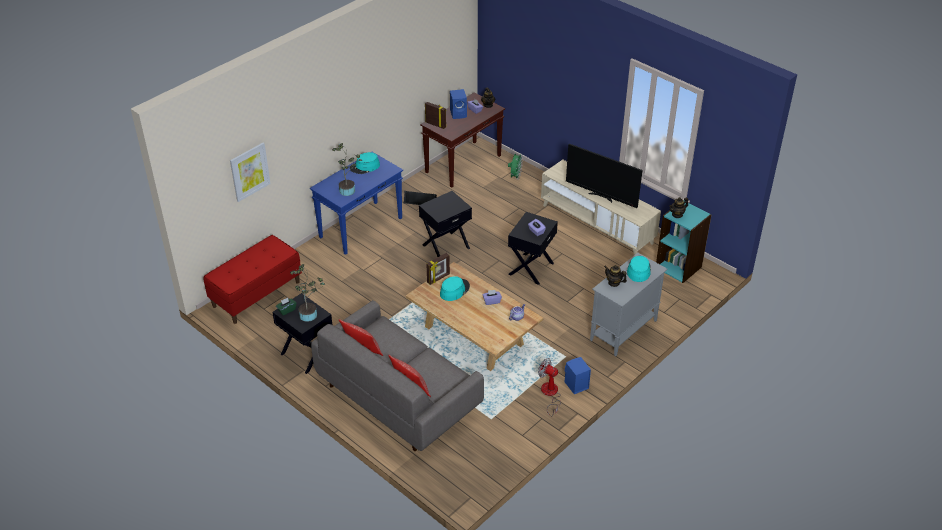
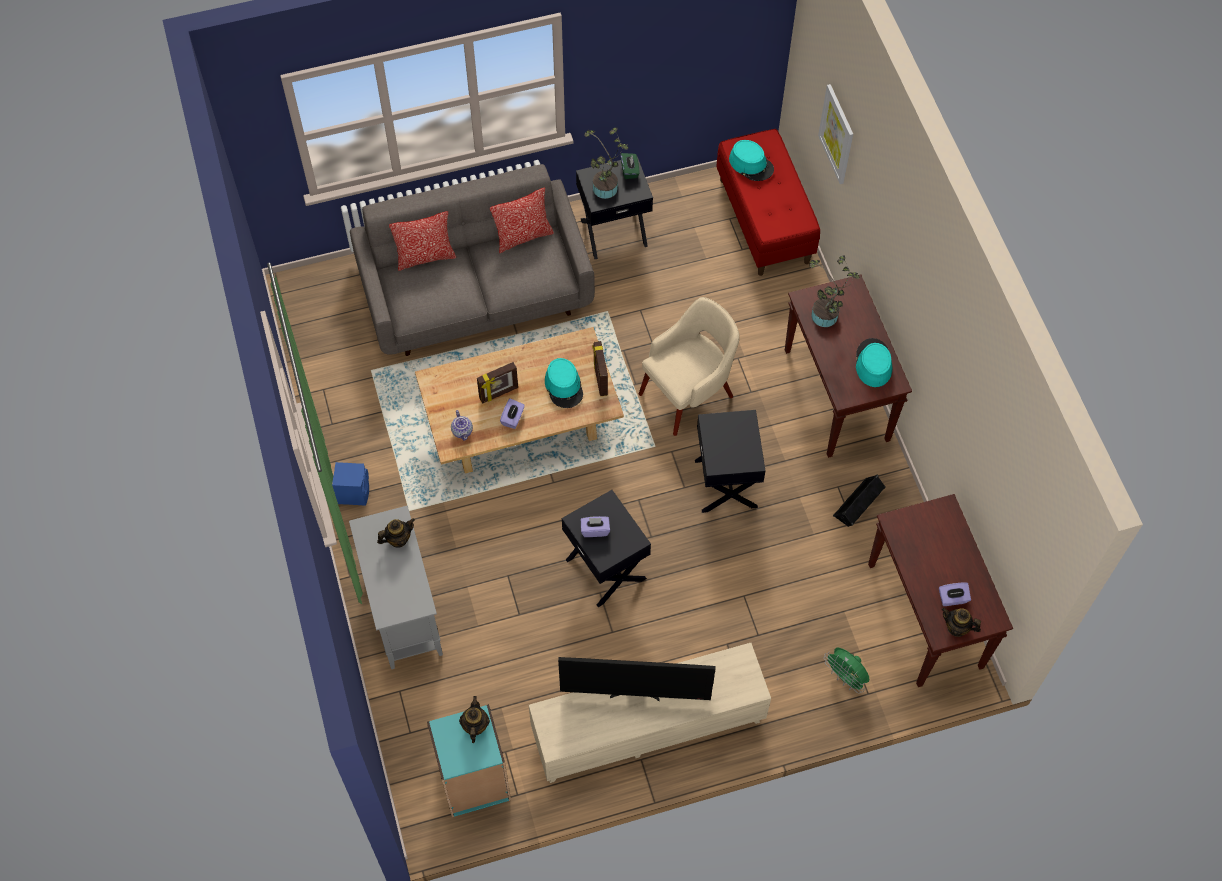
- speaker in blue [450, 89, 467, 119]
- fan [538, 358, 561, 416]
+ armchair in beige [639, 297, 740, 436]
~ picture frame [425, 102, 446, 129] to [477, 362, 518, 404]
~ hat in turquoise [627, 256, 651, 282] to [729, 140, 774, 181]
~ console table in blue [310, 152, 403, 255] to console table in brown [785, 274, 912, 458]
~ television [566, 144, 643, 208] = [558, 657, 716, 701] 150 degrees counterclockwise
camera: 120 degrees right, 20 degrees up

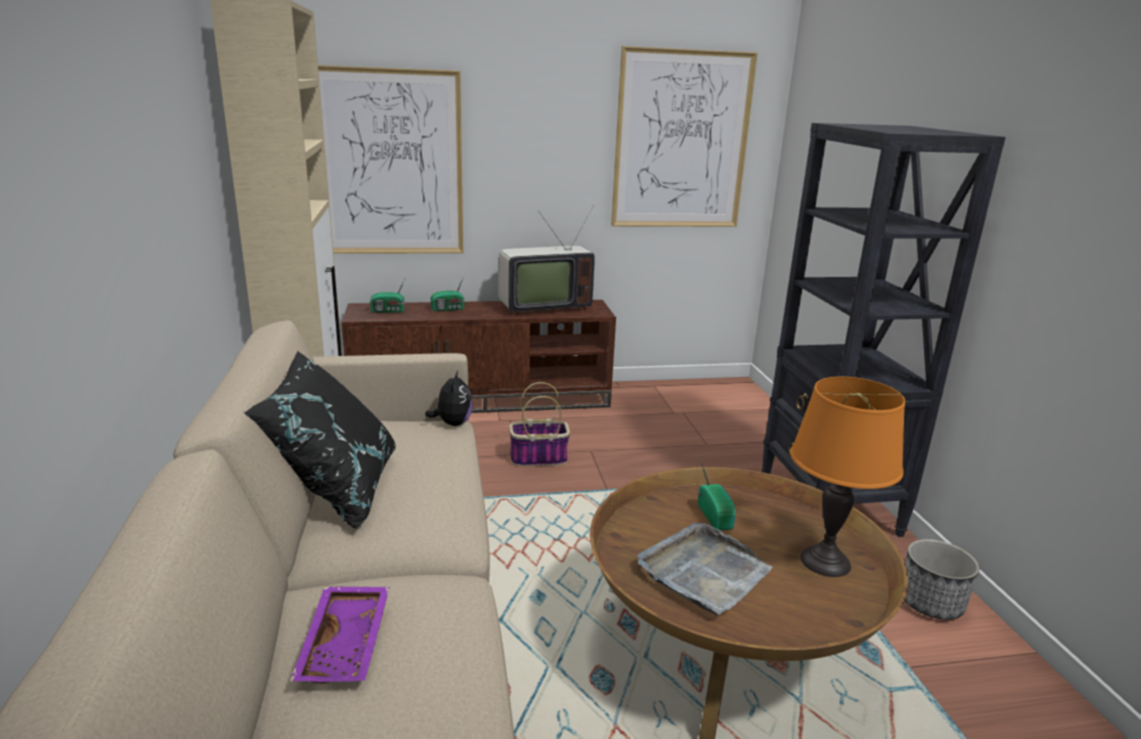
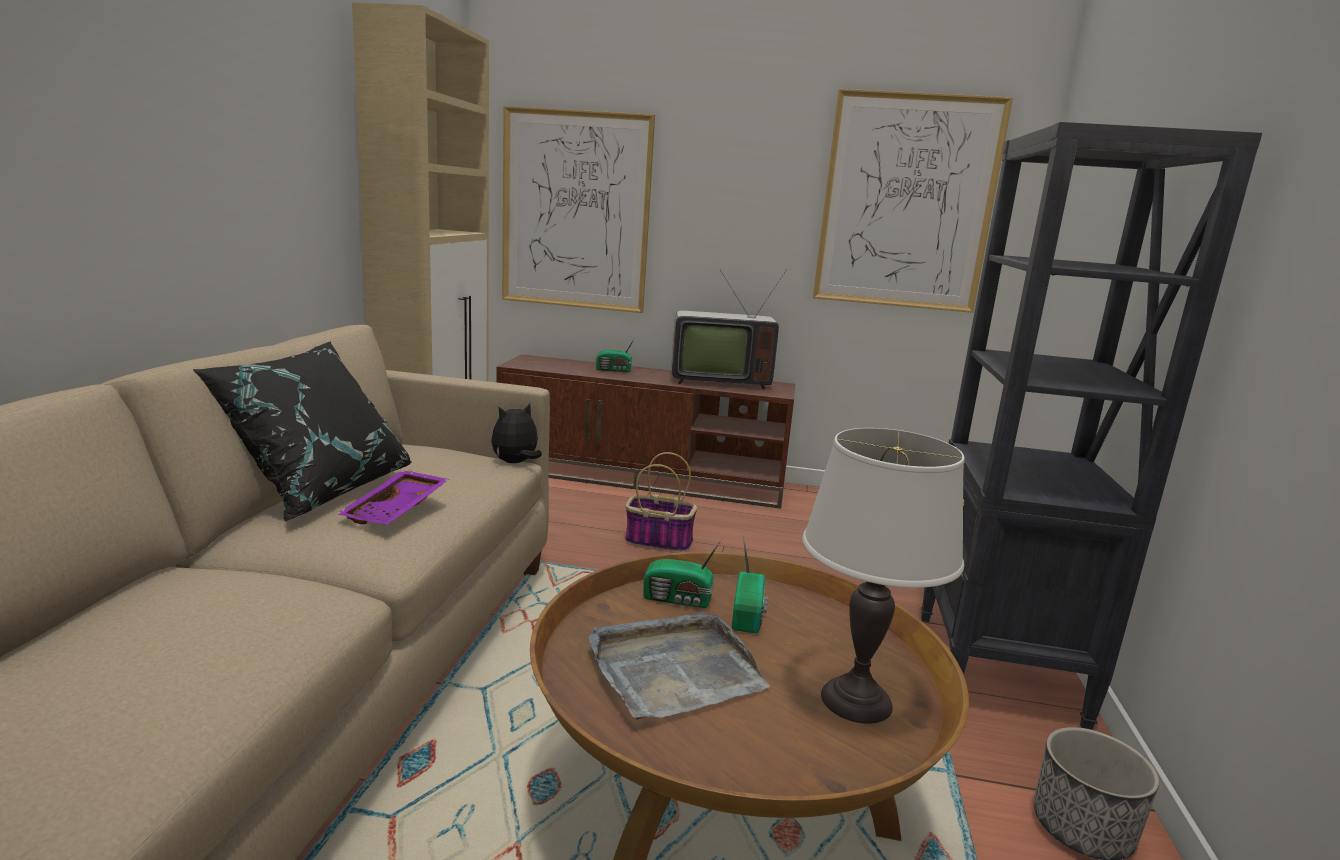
~ tray in purple [290, 587, 389, 683] to [337, 470, 449, 524]
~ radio [370, 279, 405, 313] to [643, 539, 722, 608]
~ table lamp in orange [790, 377, 905, 577] to table lamp in white [802, 428, 965, 724]
~ plush toy [425, 370, 473, 426] = [491, 403, 542, 463] 150 degrees counterclockwise
camera: 20 degrees right, 5 degrees down

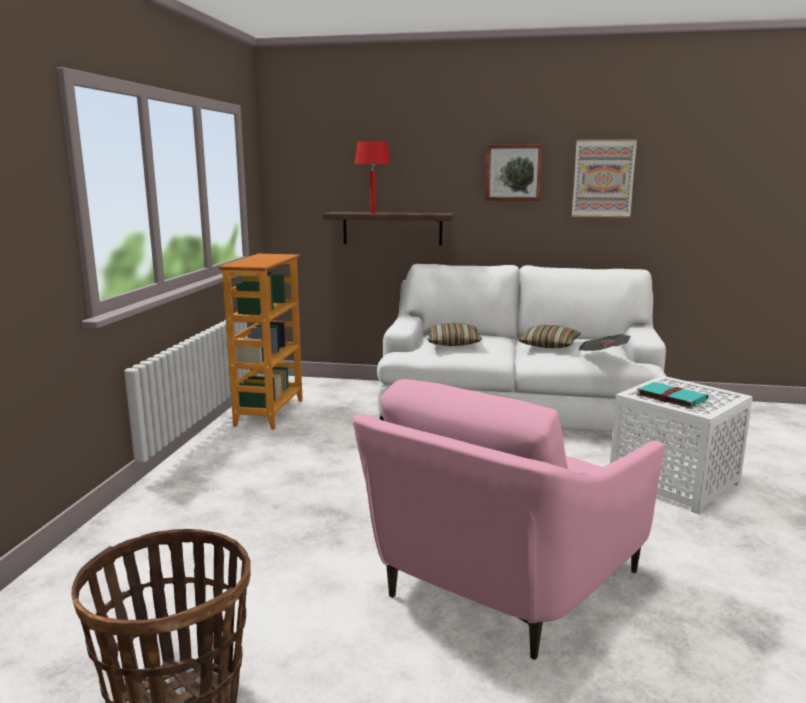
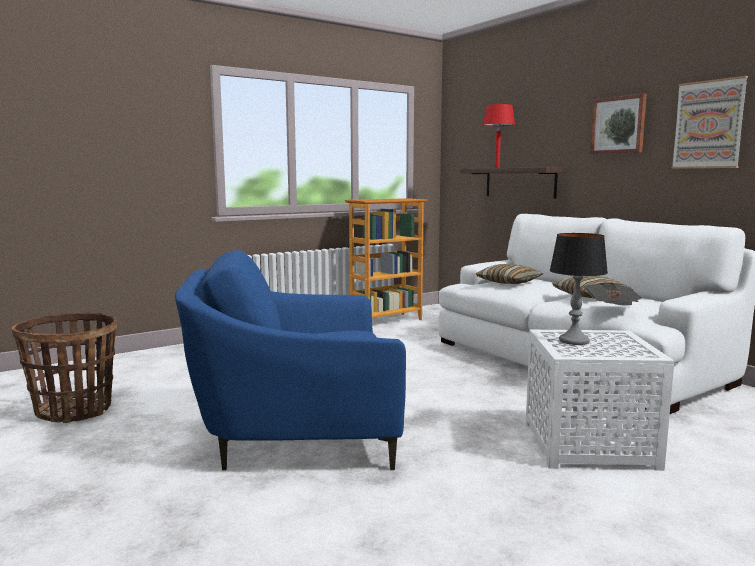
~ book in turquoise [636, 382, 709, 409] to table lamp [550, 233, 608, 345]
~ armchair in pink [353, 379, 664, 660] to armchair in blue [175, 250, 406, 470]
camera: 45 degrees right, 5 degrees down

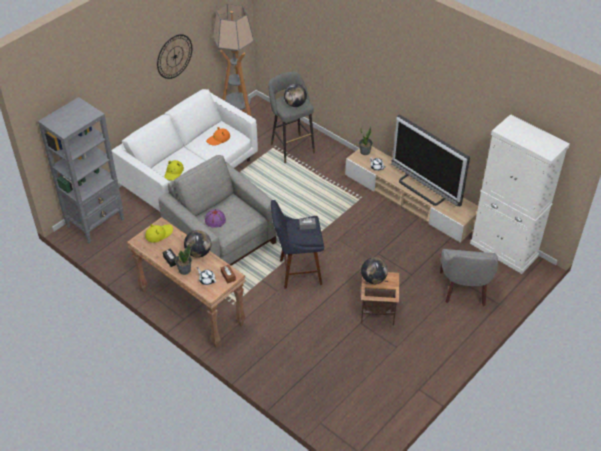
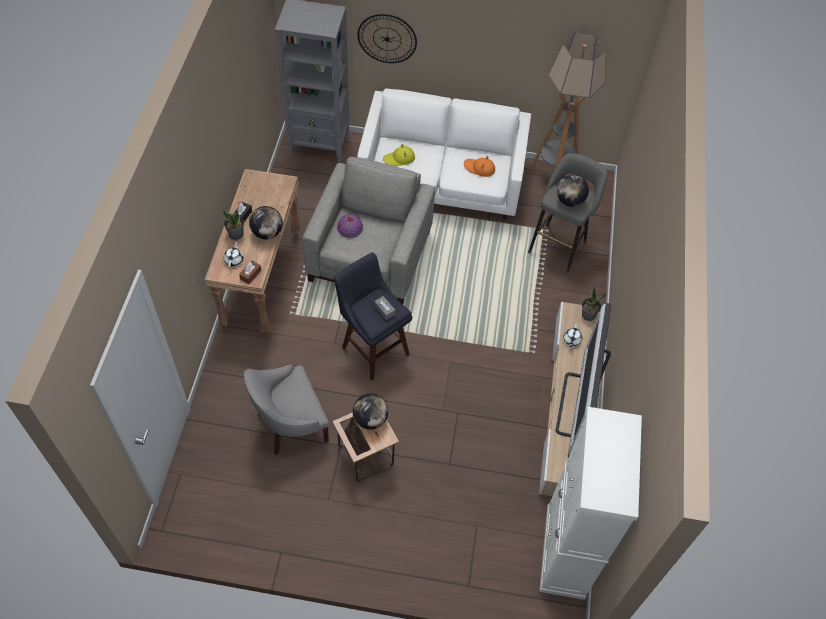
- hat in yellow [145, 224, 173, 243]
~ wall clock [157, 34, 192, 79] to [357, 14, 417, 63]
~ armchair in grey [440, 249, 498, 306] to [244, 364, 329, 455]
camera: 55 degrees right, 10 degrees up

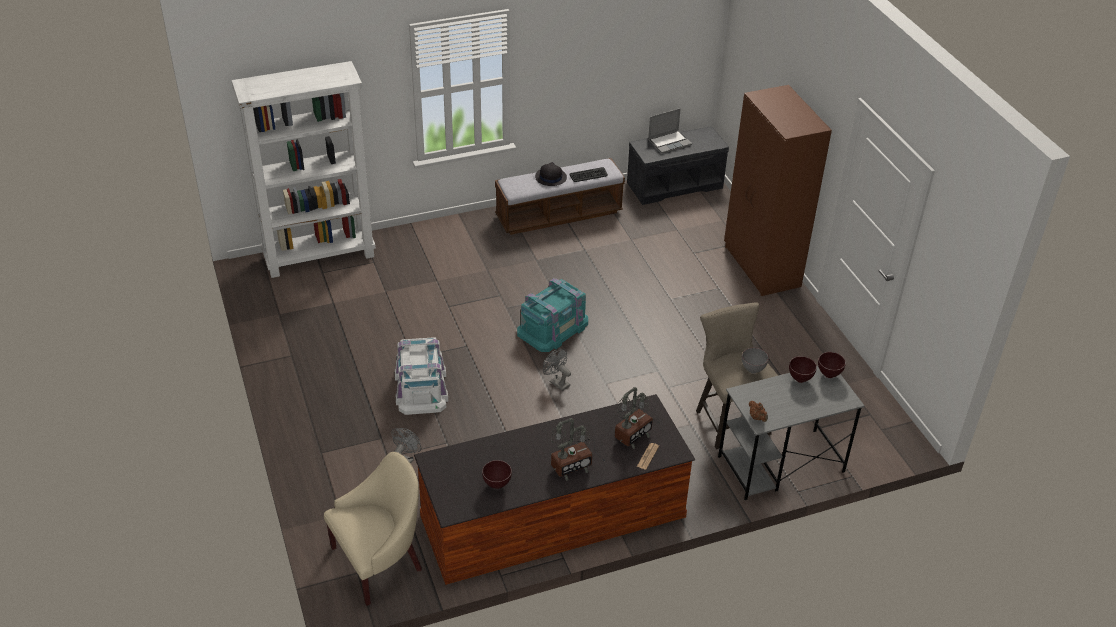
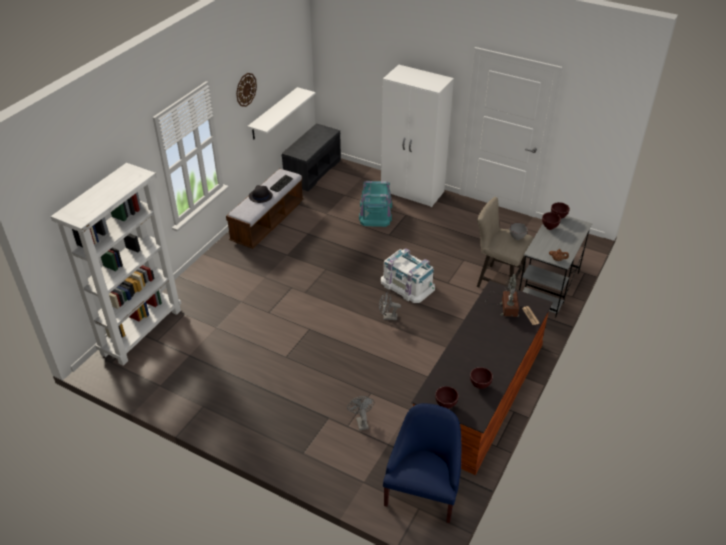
- table lamp [551, 418, 605, 481]
- laptop [648, 108, 692, 154]
+ wall clock [236, 73, 257, 107]
+ shelf in white [247, 87, 316, 139]
+ bowl in brown [435, 386, 459, 409]
~ storage box in white [395, 337, 448, 415] to [381, 248, 435, 303]
~ storage box in turquoise [517, 278, 588, 352] to [359, 181, 392, 227]
~ armchair in beige [324, 452, 422, 606] to armchair in blue [383, 403, 461, 523]
~ wardrobe in brown [724, 85, 832, 296] to wardrobe in white [381, 65, 454, 207]
camera: 40 degrees left, 0 degrees up

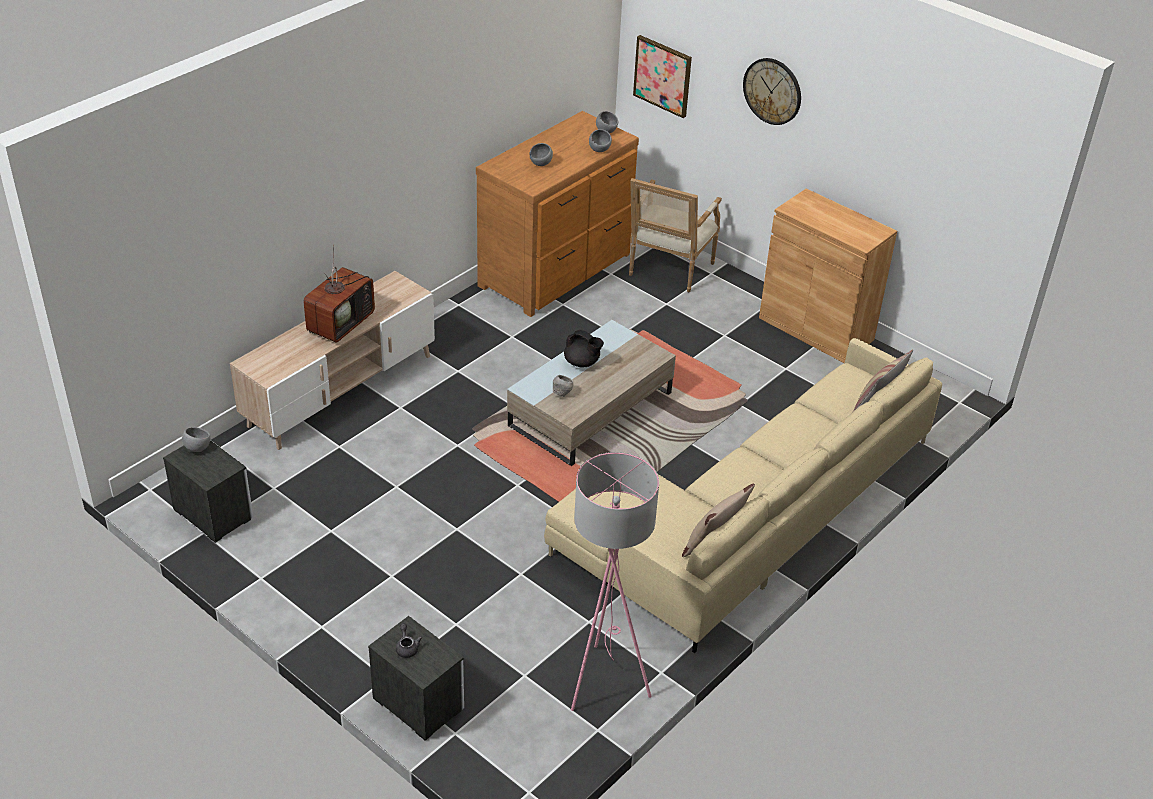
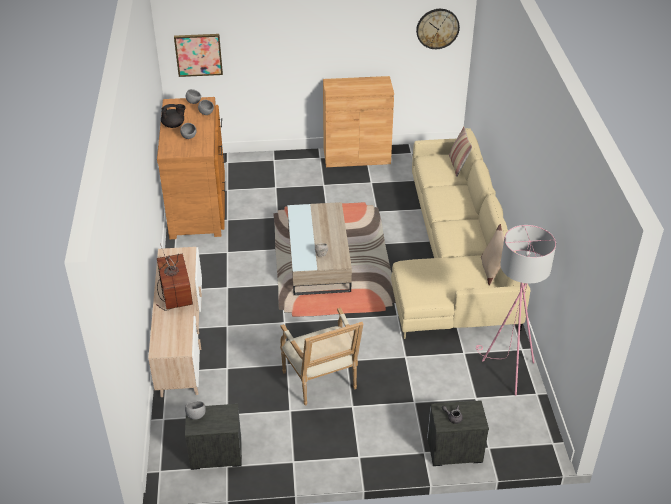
~ teapot in black [564, 330, 604, 367] to [161, 104, 186, 128]
~ armchair [629, 178, 722, 292] to [280, 308, 363, 405]
~ wall clock [743, 58, 801, 125] to [416, 9, 460, 49]
camera: 45 degrees left, 0 degrees up

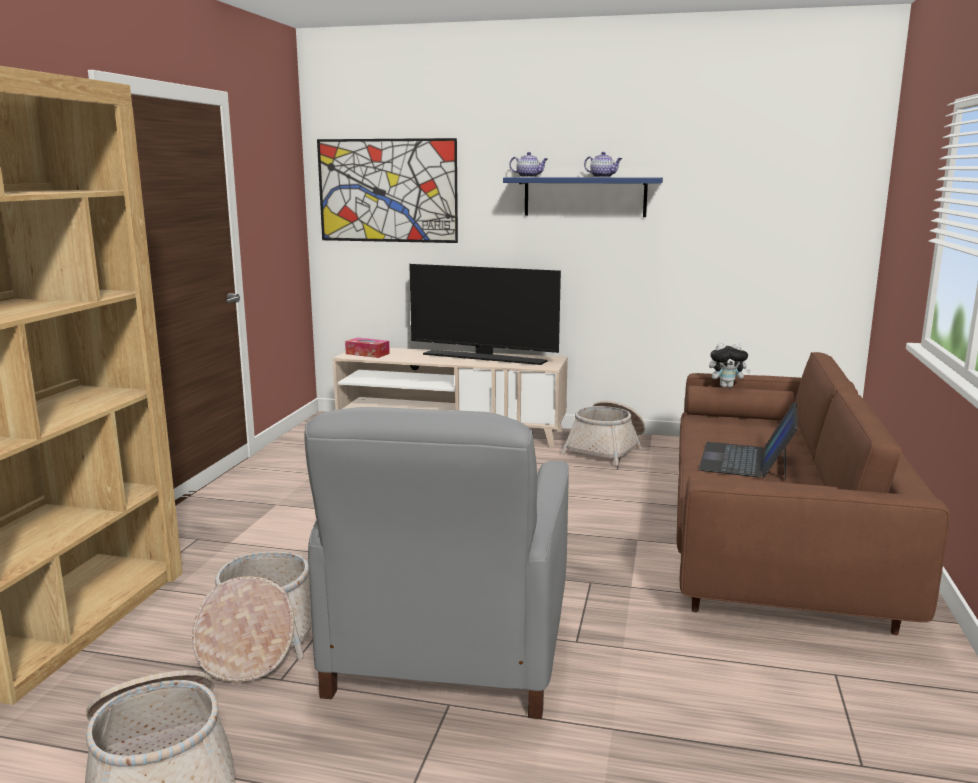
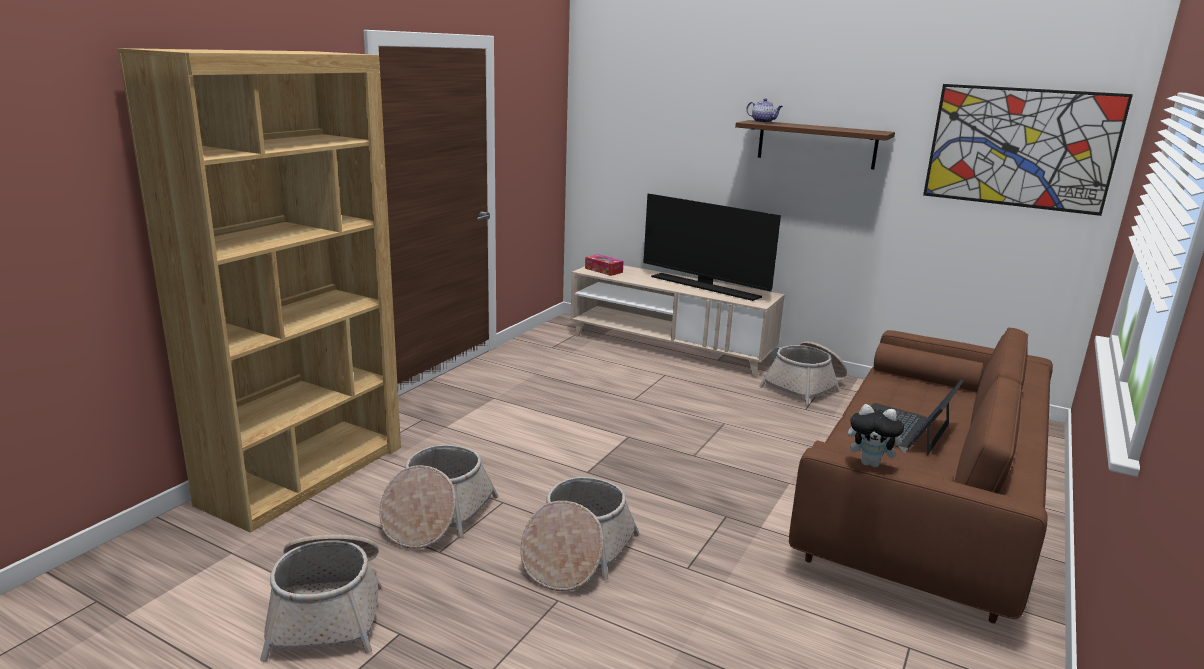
- teapot [584, 152, 622, 177]
~ picture [317, 138, 458, 243] to [923, 84, 1133, 216]
~ plush toy [709, 342, 751, 388] to [848, 404, 908, 467]
~ armchair in grey [304, 407, 569, 719] to basket [520, 477, 640, 591]
~ shelf in blue [503, 177, 663, 217] to shelf in brown [735, 120, 895, 169]
camera: 15 degrees right, 5 degrees up

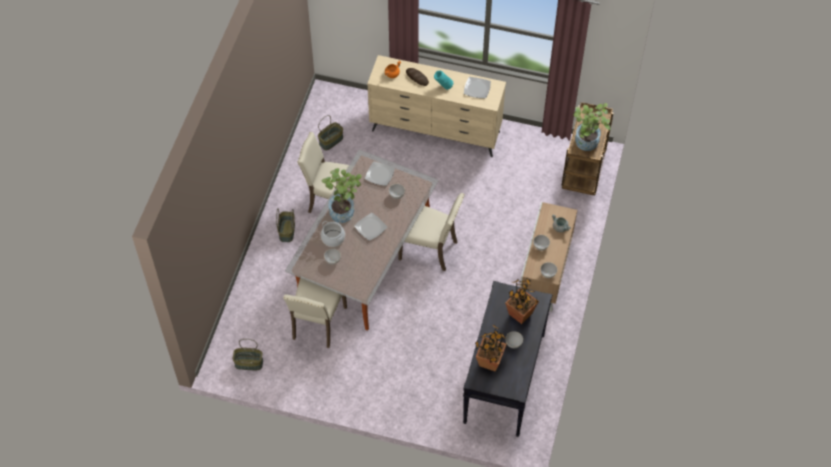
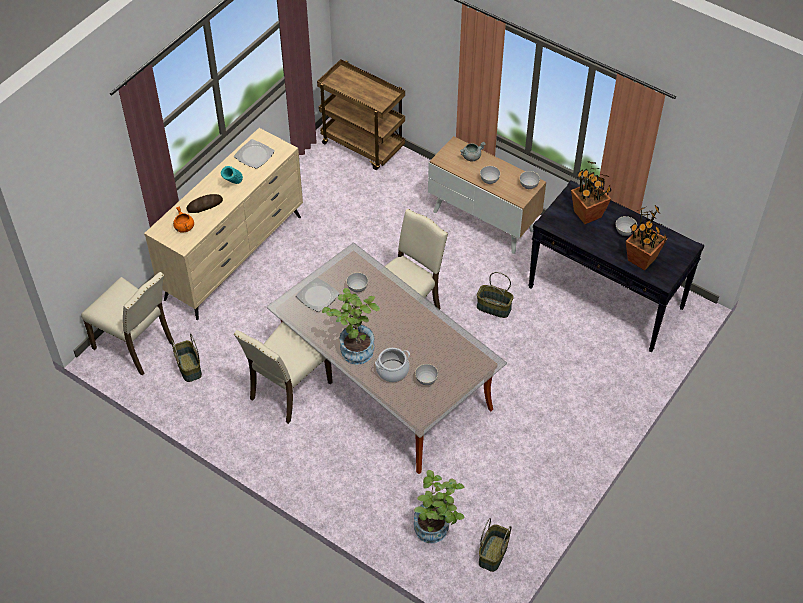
- plate [354, 213, 387, 241]
~ basket [276, 208, 295, 242] to [477, 272, 514, 318]
~ chair in beige [283, 278, 347, 348] to [81, 272, 174, 375]
~ potted plant [573, 103, 611, 151] to [414, 470, 464, 543]
camera: 70 degrees left, 5 degrees down

